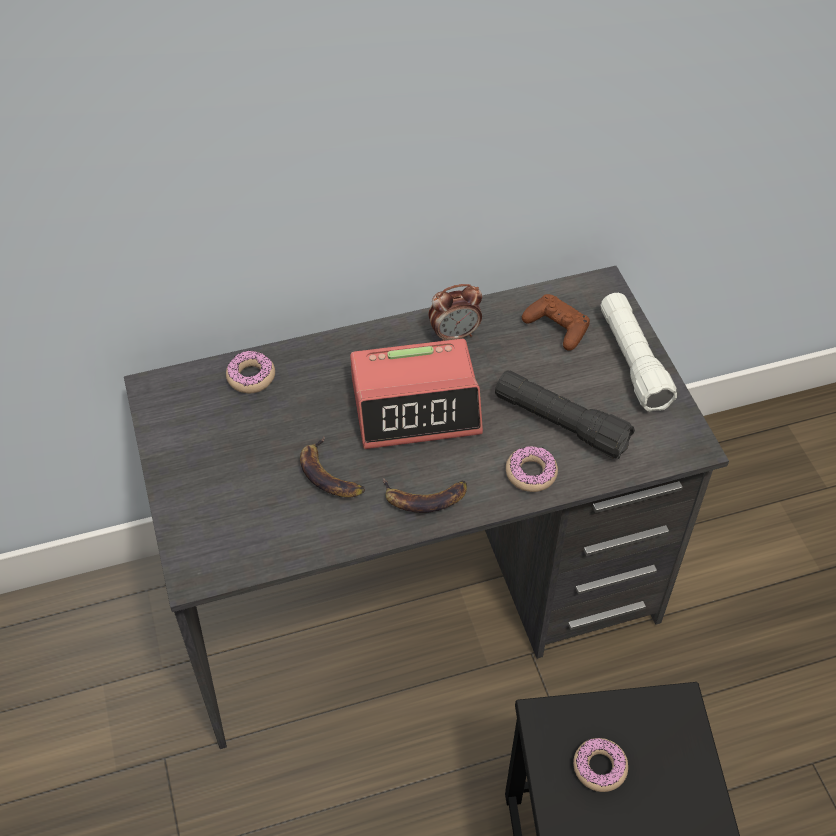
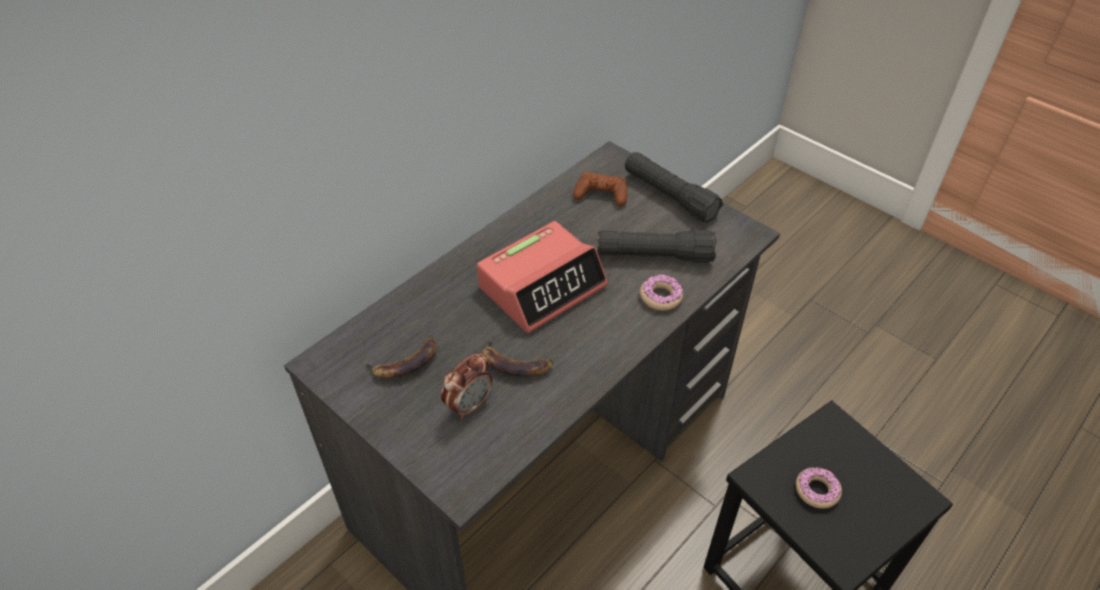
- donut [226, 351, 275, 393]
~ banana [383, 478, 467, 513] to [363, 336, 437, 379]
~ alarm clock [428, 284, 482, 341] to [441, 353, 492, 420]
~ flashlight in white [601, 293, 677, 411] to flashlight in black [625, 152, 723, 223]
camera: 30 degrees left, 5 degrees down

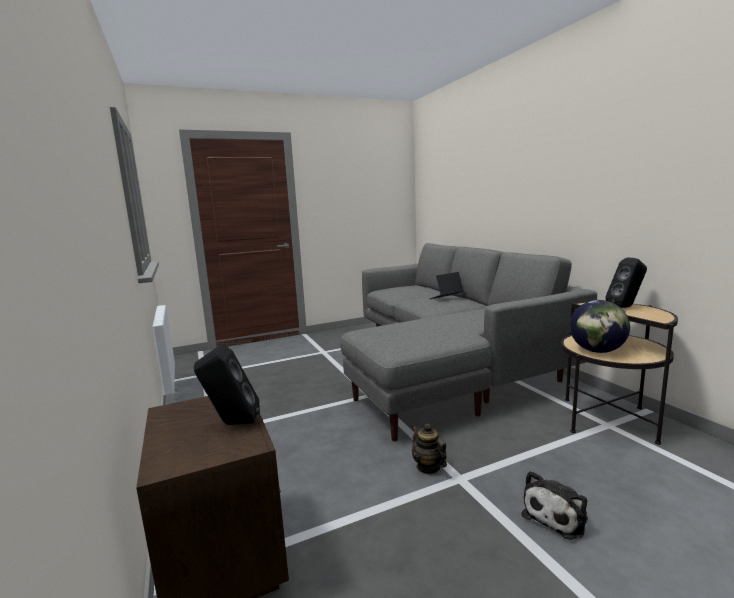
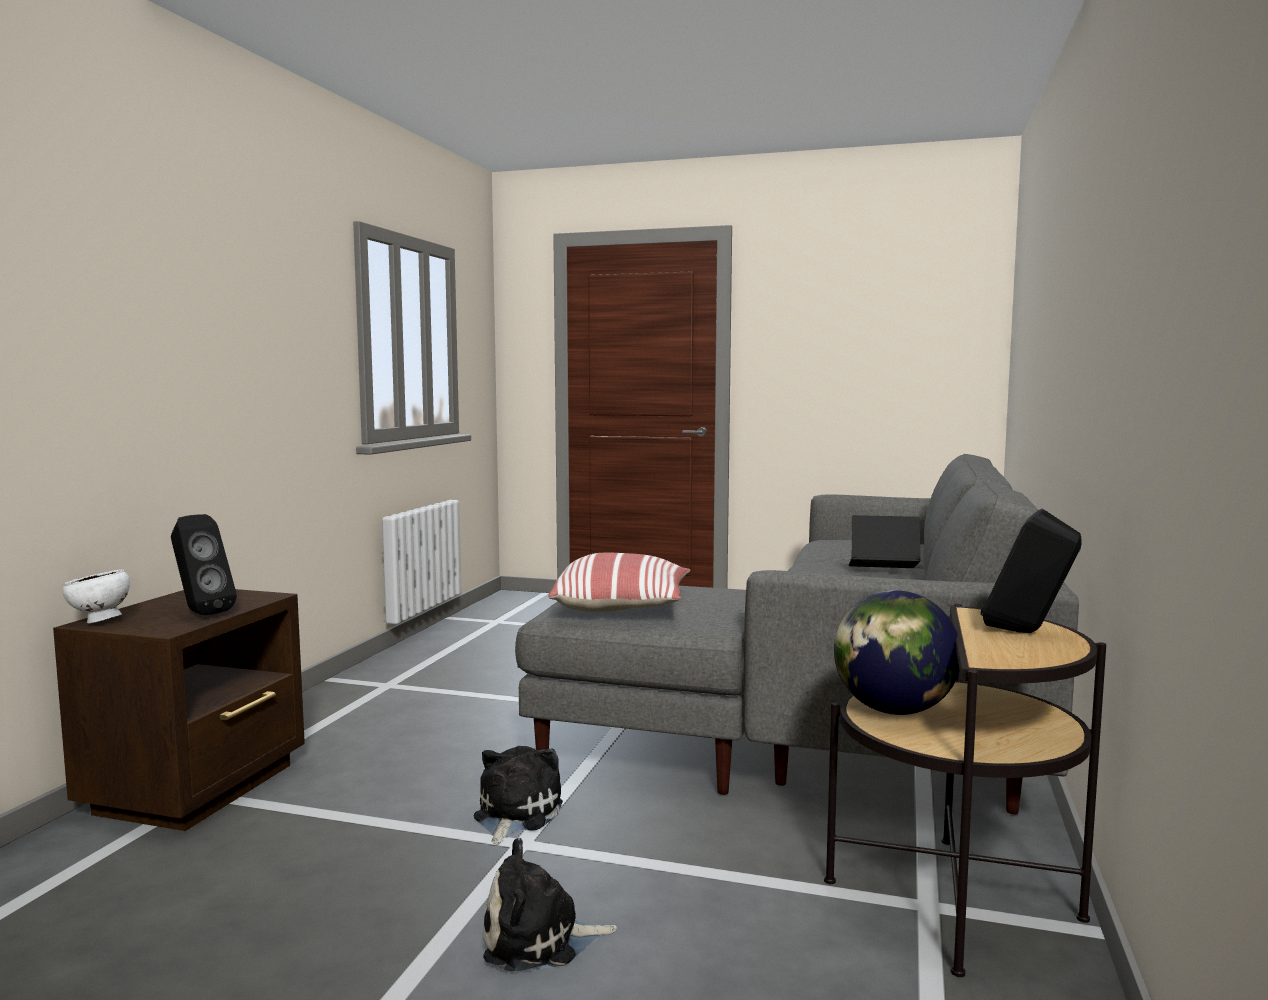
+ bowl in white [62, 569, 130, 624]
+ pillow [548, 553, 690, 612]
~ teapot [412, 424, 447, 474] to plush toy [474, 746, 563, 845]
camera: 40 degrees right, 5 degrees down

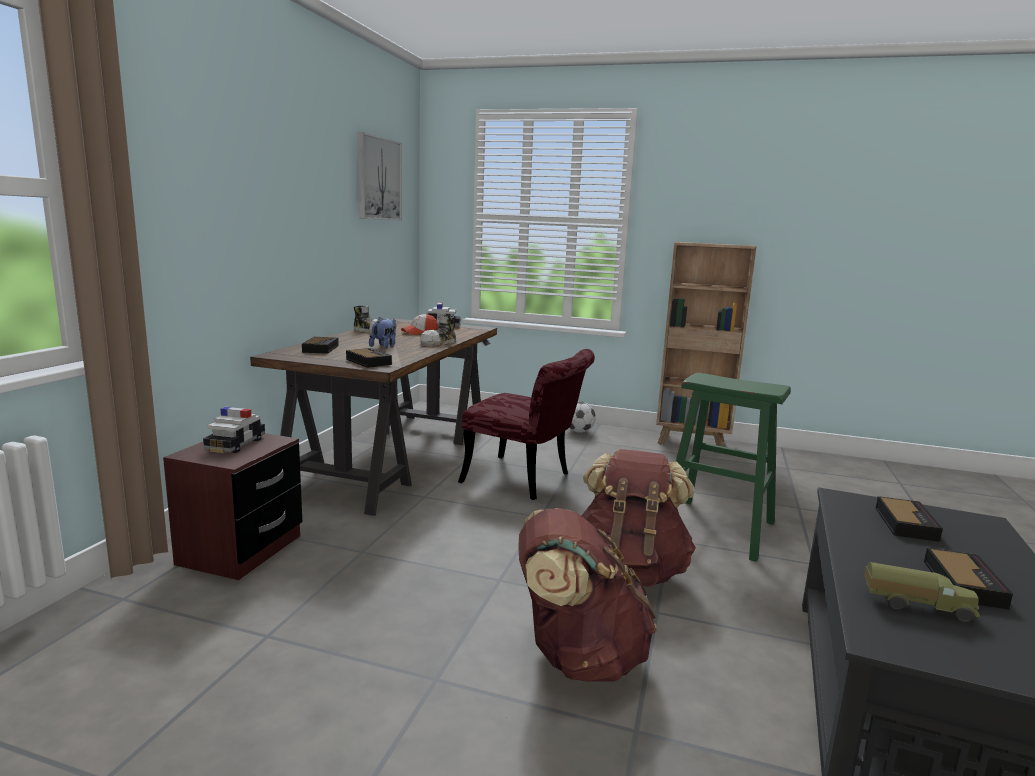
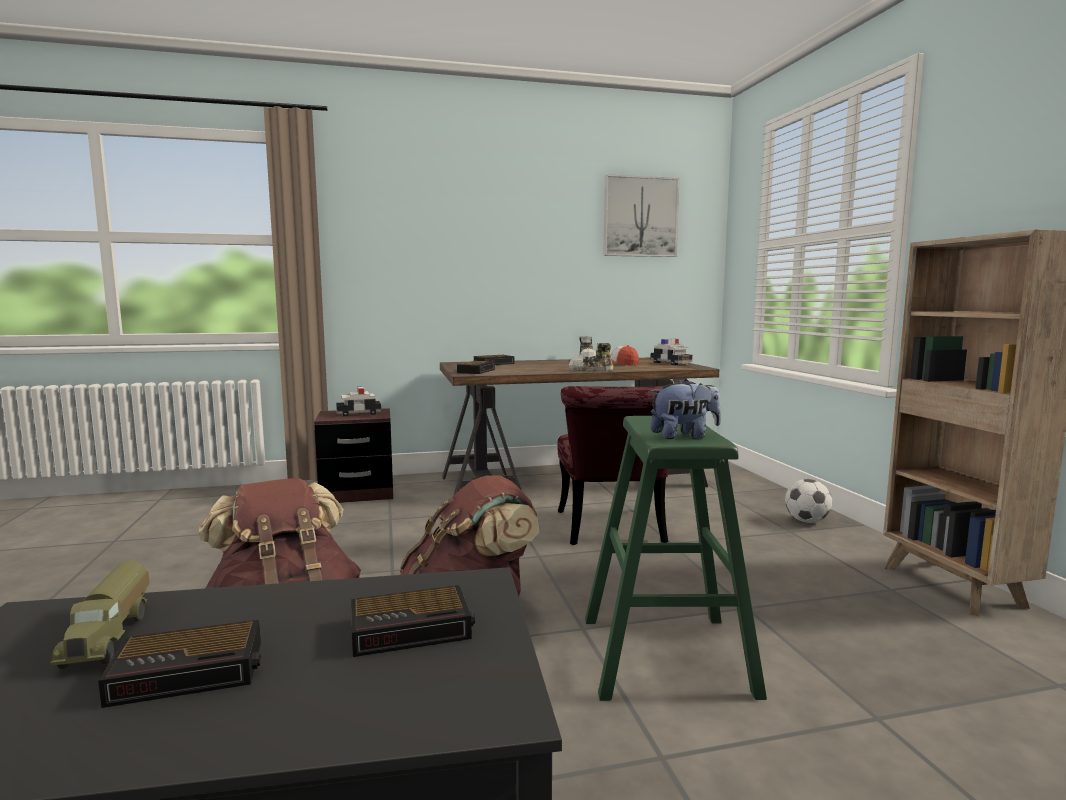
~ plush toy [369, 317, 396, 348] to [650, 379, 721, 439]
camera: 60 degrees right, 5 degrees down

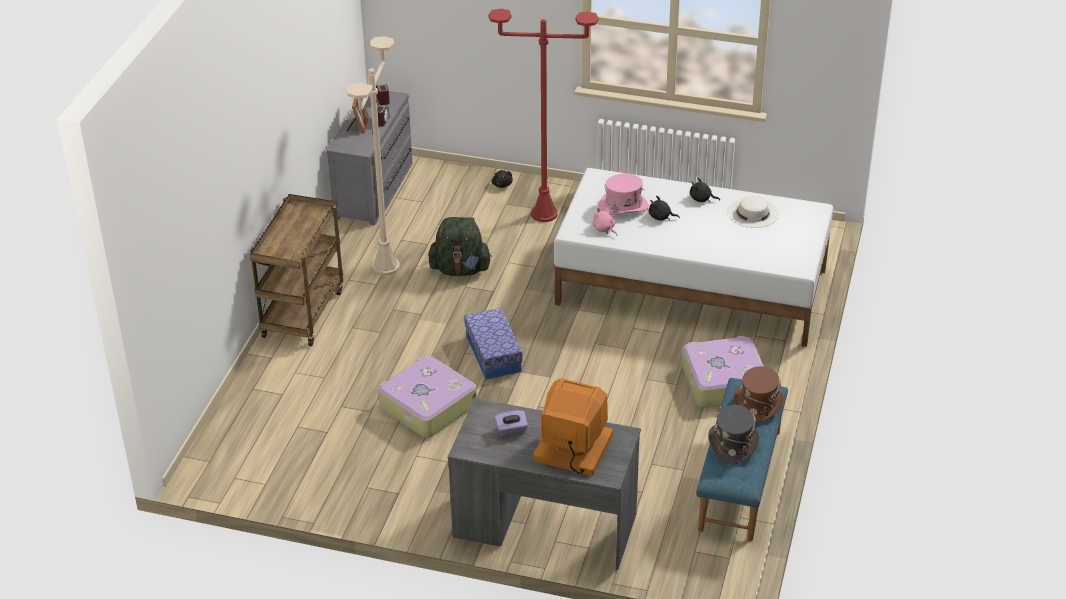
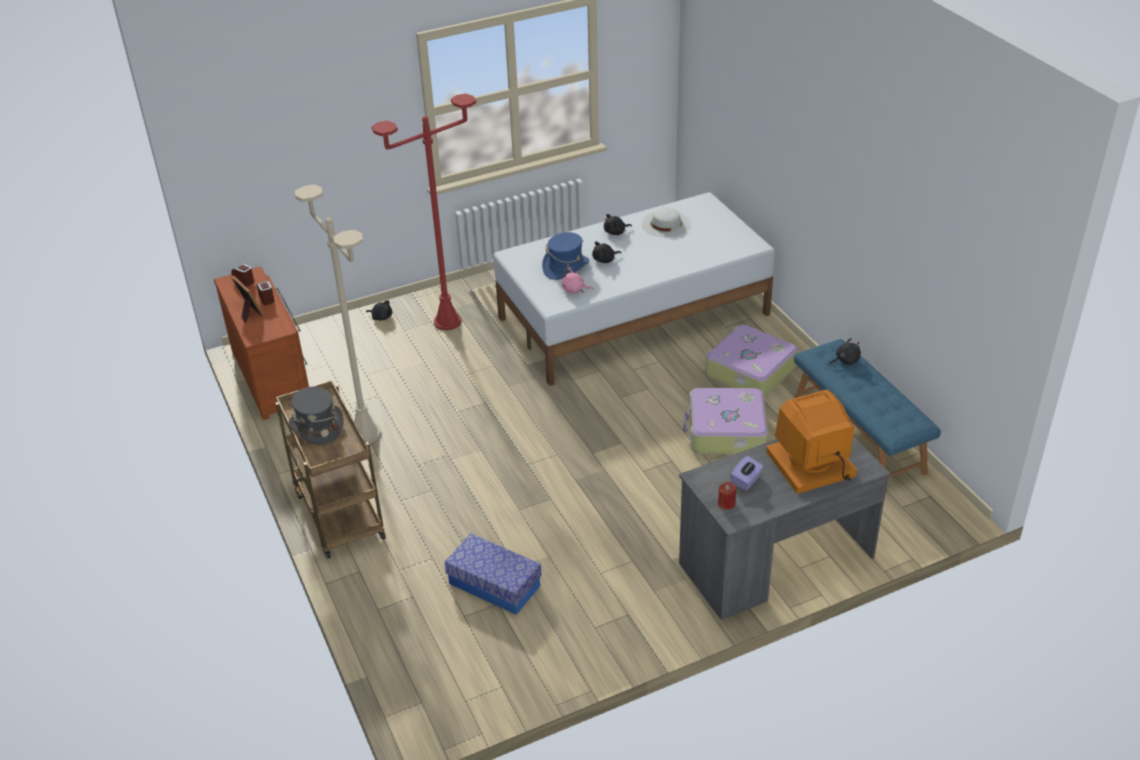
- backpack in green [428, 217, 492, 276]
+ candle in red [718, 482, 737, 509]
~ suitcase [378, 356, 477, 438] to [683, 388, 768, 454]
~ storage box [465, 308, 523, 379] to [444, 534, 542, 615]
~ hat in grey [708, 405, 760, 464] to [288, 387, 344, 446]
~ hat in brown [734, 366, 784, 423] to plush toy in black [829, 338, 861, 365]
~ dresser in grey [326, 91, 413, 226] to dresser in brown [214, 266, 309, 420]
~ hat in pink [598, 174, 649, 215] to hat in blue [542, 232, 589, 280]
camera: 40 degrees left, 0 degrees up

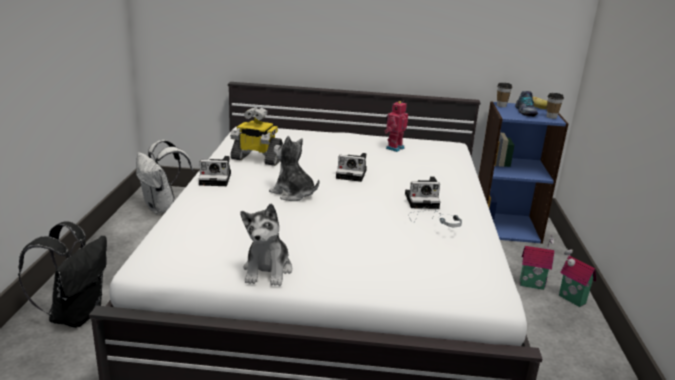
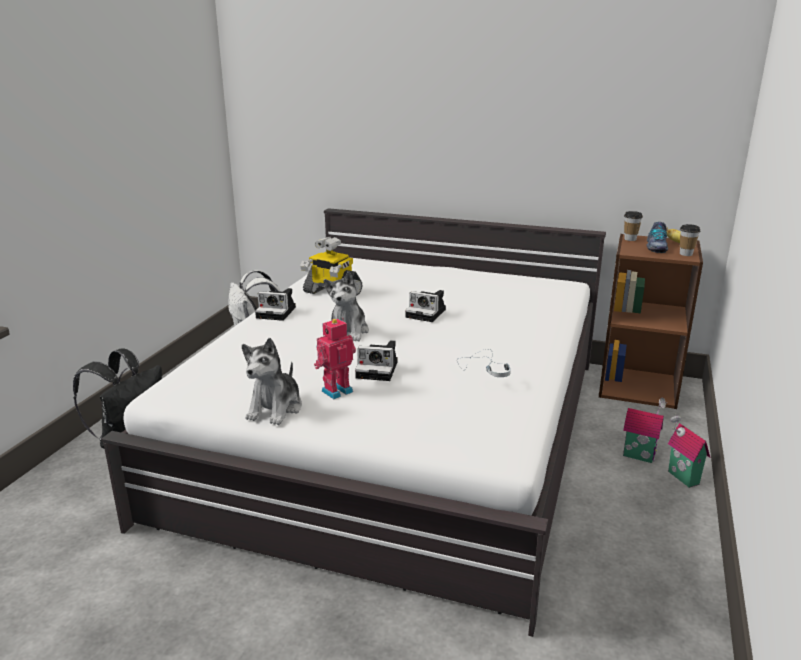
~ toy robot [384, 101, 408, 152] to [314, 318, 356, 399]
~ photo camera [405, 176, 440, 209] to [355, 340, 398, 381]
~ bookcase in blue [478, 101, 569, 244] to bookcase in brown [599, 234, 703, 409]
~ plush toy [269, 136, 319, 201] = [324, 272, 369, 341] 135 degrees counterclockwise
camera: 15 degrees right, 0 degrees up

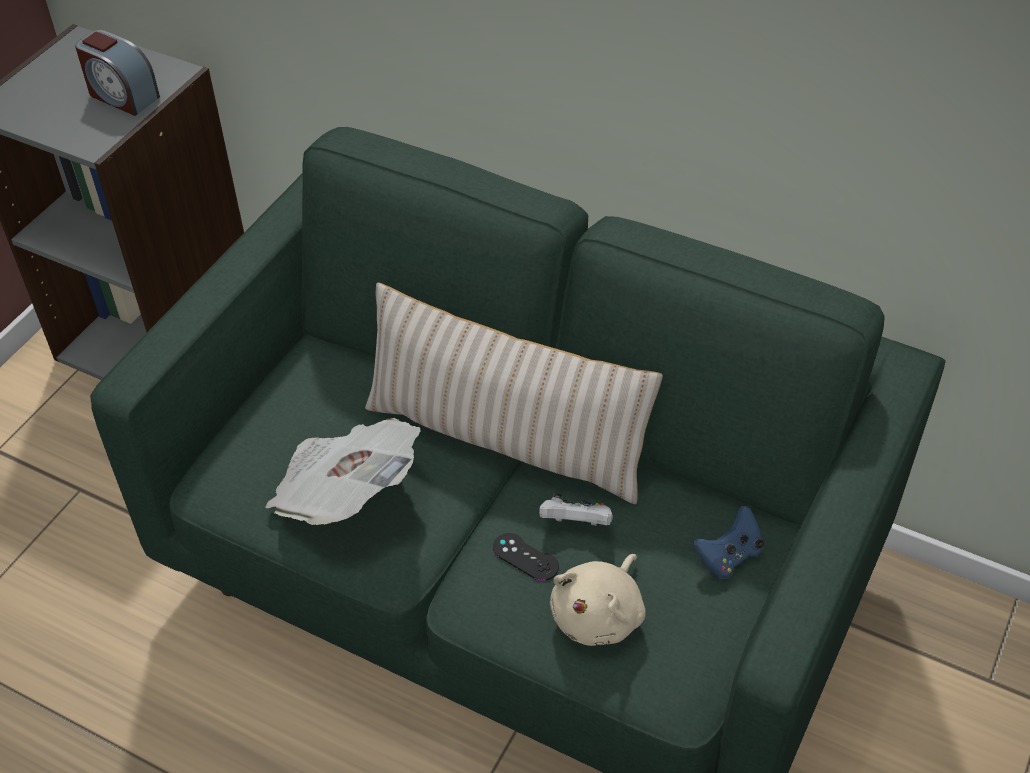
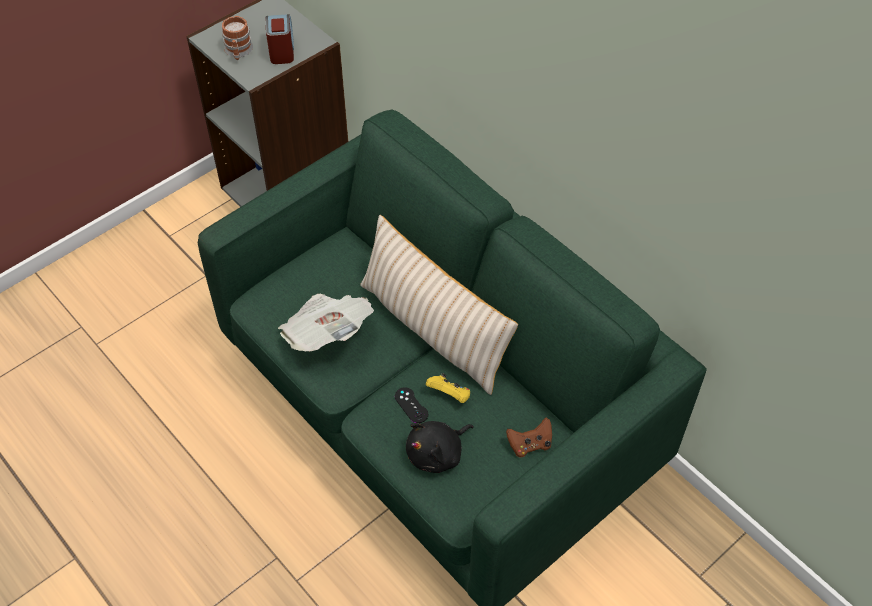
+ mug [222, 16, 253, 60]
~ game controller in white [539, 493, 613, 526] to game controller in yellow [426, 373, 470, 403]
~ plush toy in beige [550, 554, 646, 646] to plush toy in black [406, 421, 474, 473]
~ game controller in blue [693, 506, 764, 579] to game controller in brown [506, 418, 552, 457]
~ alarm clock [75, 30, 160, 116] = [266, 14, 294, 64] 150 degrees counterclockwise
camera: 20 degrees right, 5 degrees up

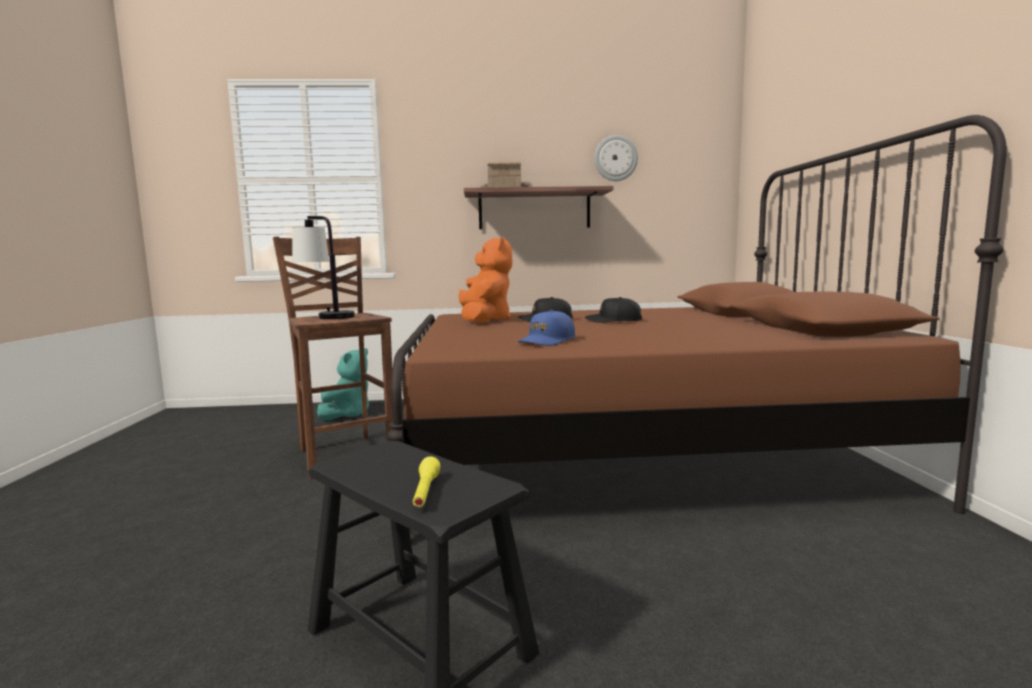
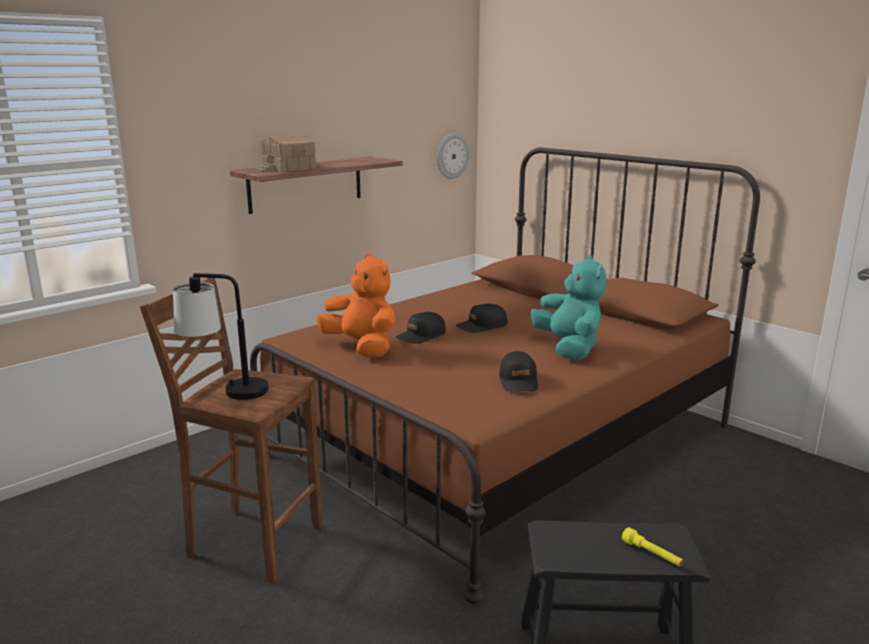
~ plush toy in turquoise [317, 348, 369, 421] to [531, 255, 606, 360]
~ wall clock [594, 135, 638, 181] to [437, 133, 469, 179]
~ cap in blue [518, 310, 576, 346] to cap in black [499, 351, 538, 391]
camera: 40 degrees left, 10 degrees up

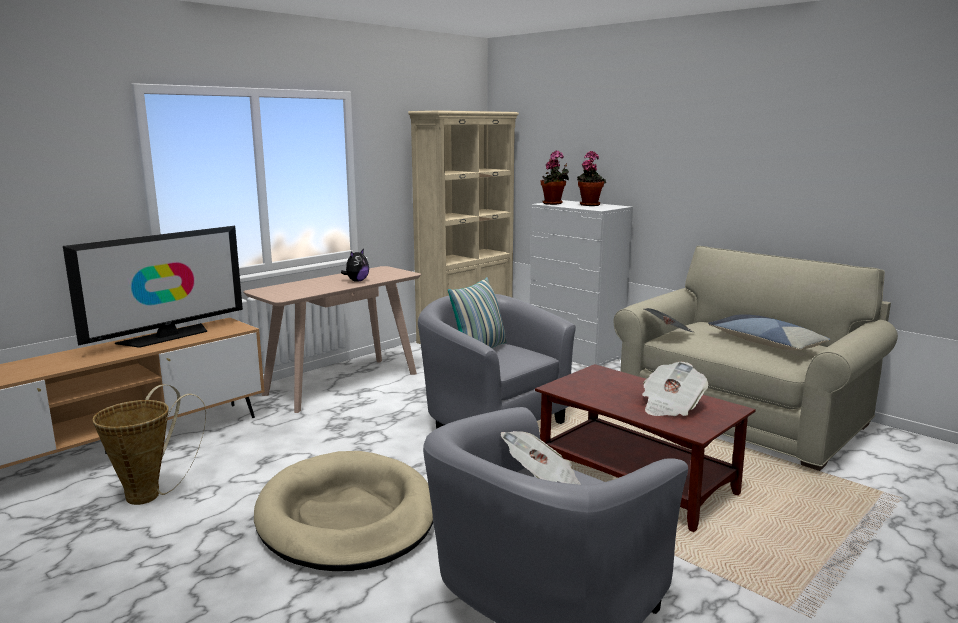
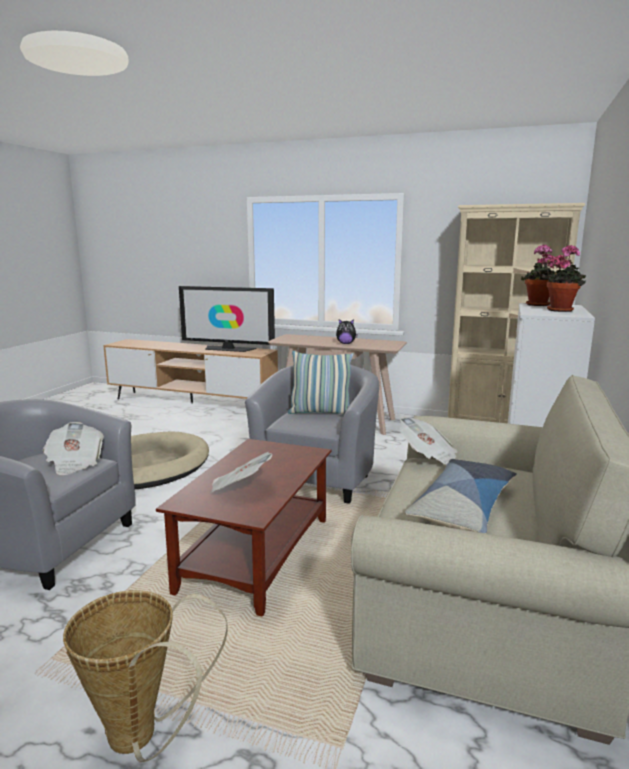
~ basket [92, 384, 206, 505] to [63, 590, 228, 762]
camera: 65 degrees right, 0 degrees up

